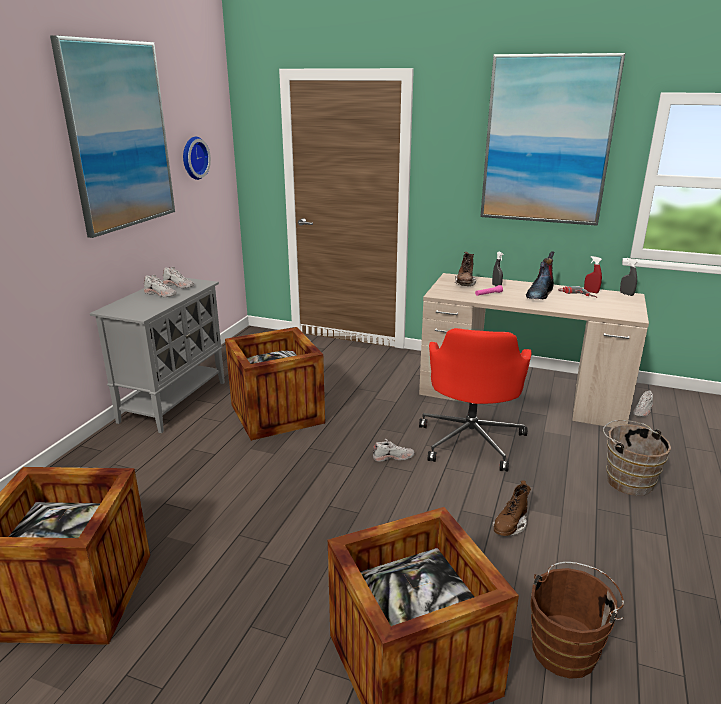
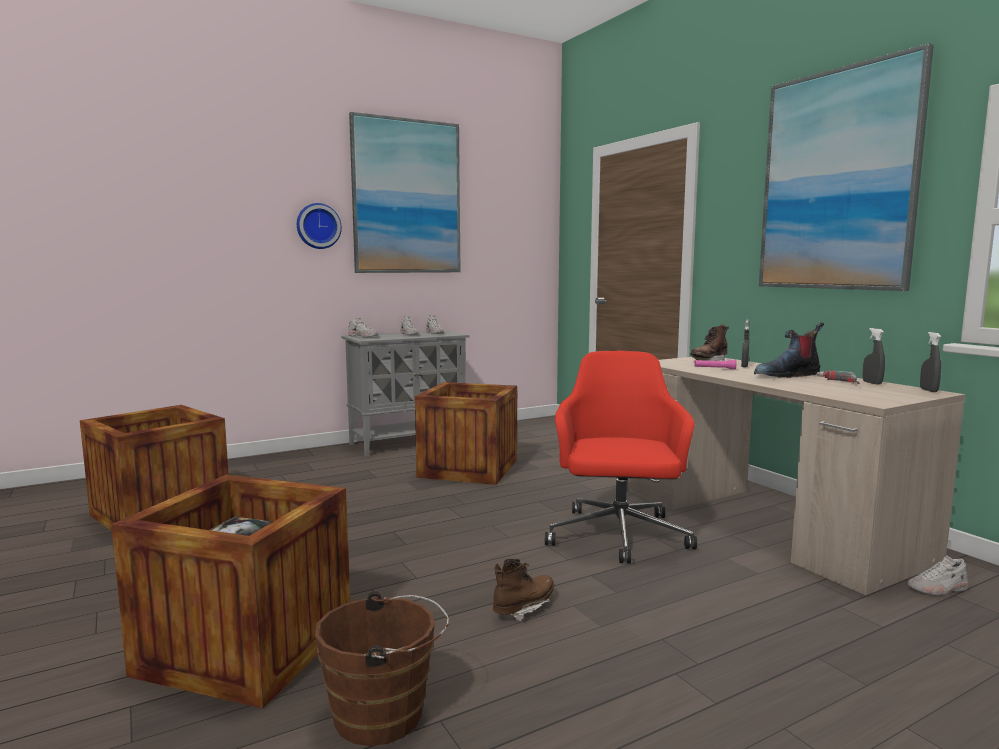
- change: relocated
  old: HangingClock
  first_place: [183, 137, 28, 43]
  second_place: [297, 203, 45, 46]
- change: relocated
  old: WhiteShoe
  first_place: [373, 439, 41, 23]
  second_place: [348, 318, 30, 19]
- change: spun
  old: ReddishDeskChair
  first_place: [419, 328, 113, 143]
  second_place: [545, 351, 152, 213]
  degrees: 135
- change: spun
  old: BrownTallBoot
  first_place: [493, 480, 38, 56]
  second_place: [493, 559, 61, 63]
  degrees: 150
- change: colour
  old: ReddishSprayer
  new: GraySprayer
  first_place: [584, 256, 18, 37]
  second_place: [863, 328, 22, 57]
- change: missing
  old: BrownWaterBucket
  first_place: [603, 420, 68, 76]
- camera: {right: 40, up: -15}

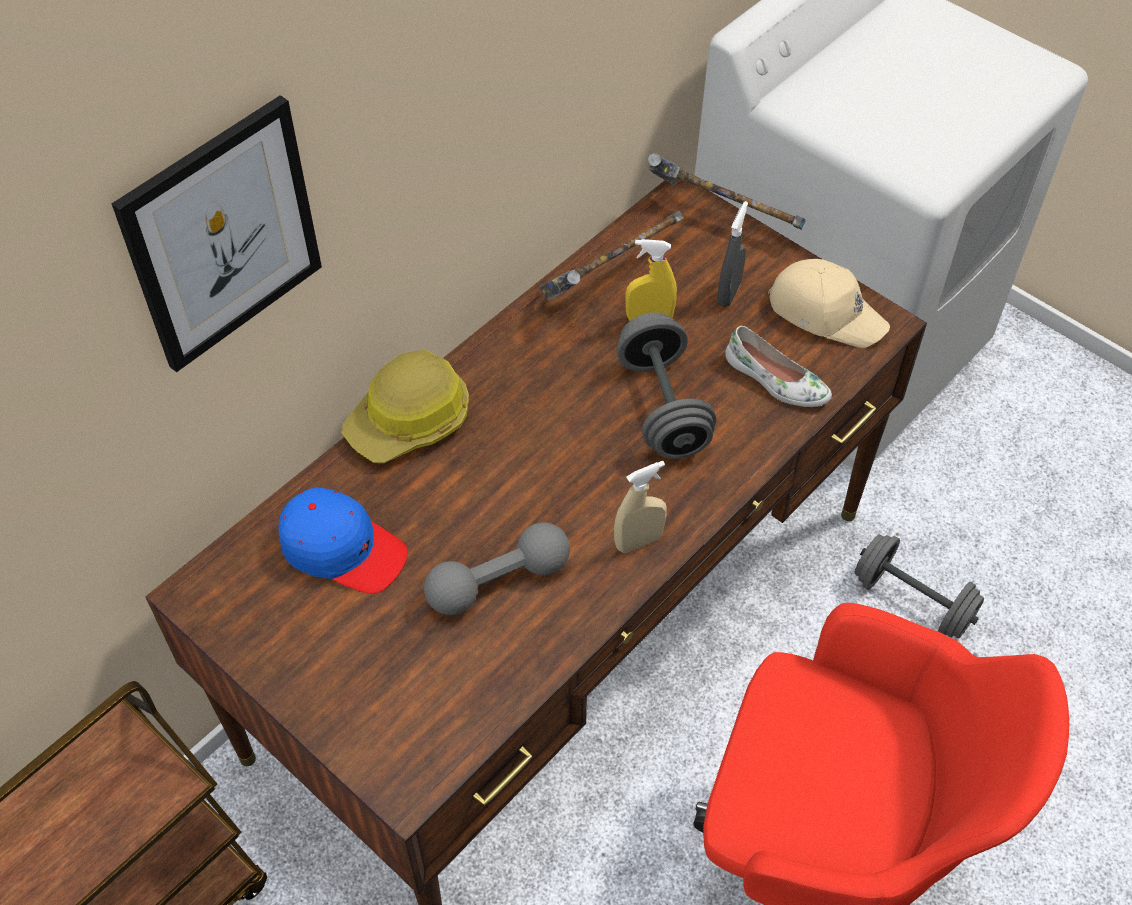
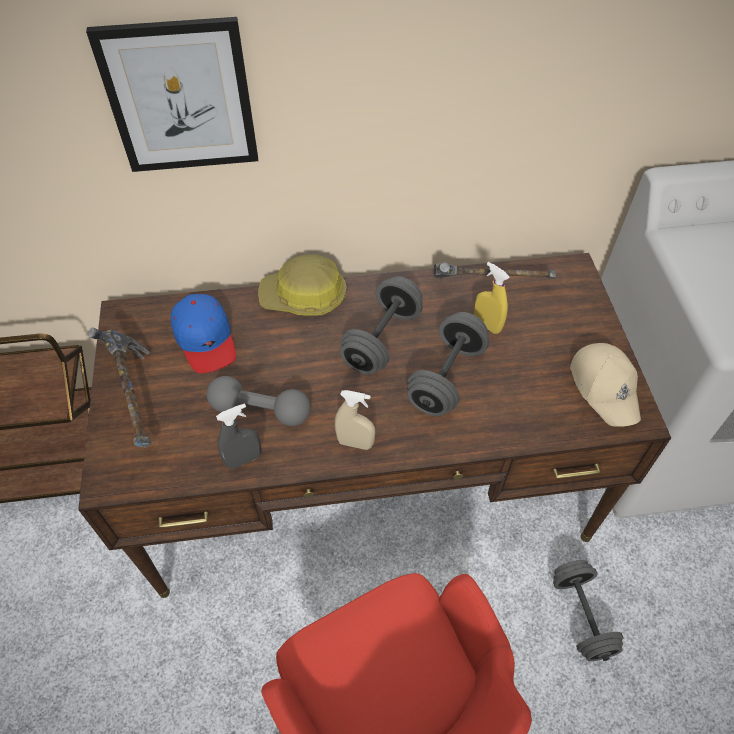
- change: relocated
  old: Hammer
  first_place: [648, 153, 158, 77]
  second_place: [88, 327, 64, 121]
- change: relocated
  old: GraySprayer
  first_place: [717, 201, 31, 106]
  second_place: [216, 403, 45, 66]
- change: missing
  old: WhiteShoe
  first_place: [725, 326, 107, 81]
- change: appeared
  new: GrayFreeWeight
  second_place: [340, 276, 83, 99]
- camera: {right: 40, up: 0}

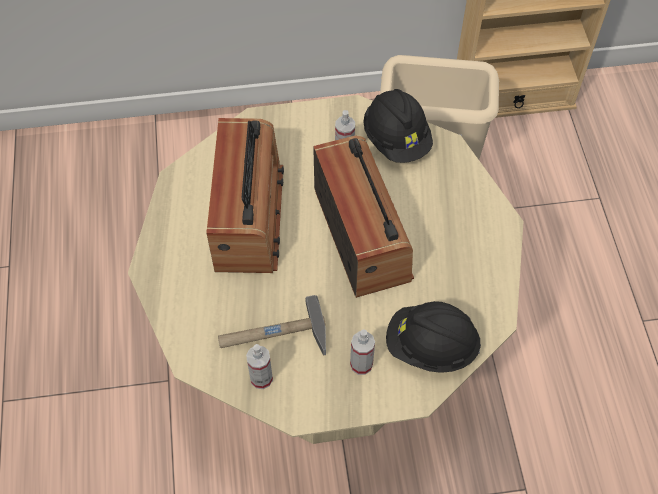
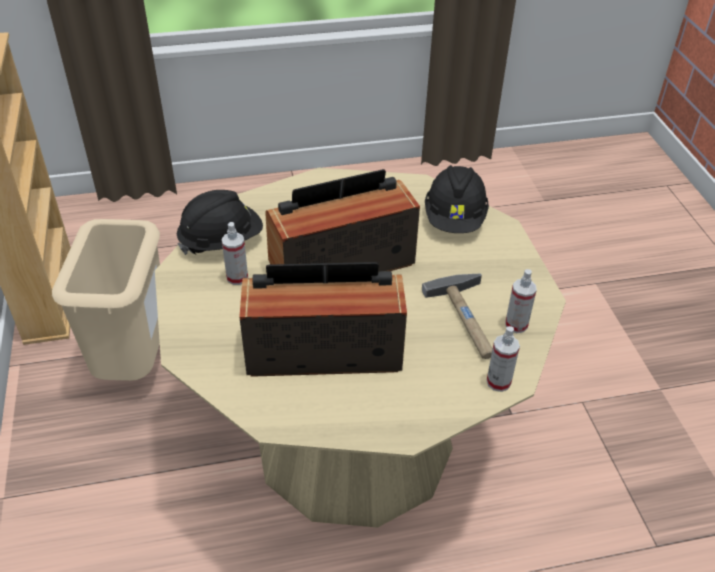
- change: relocated
  old: Sprayer
  first_place: [350, 329, 25, 46]
  second_place: [487, 326, 33, 66]
- camera: {right: -95, up: -15}

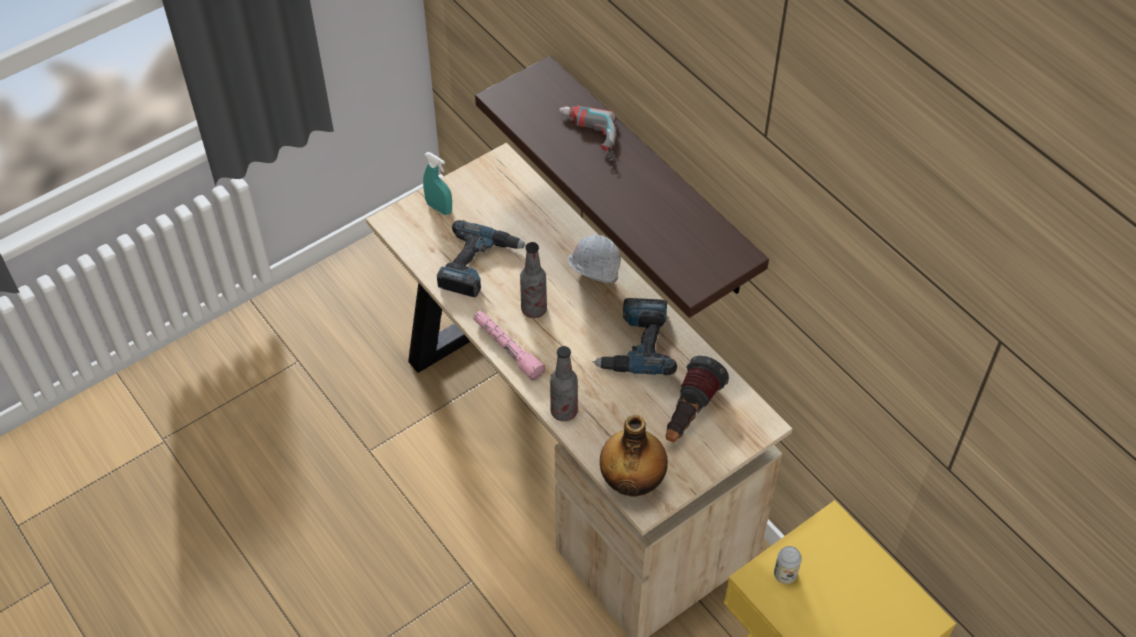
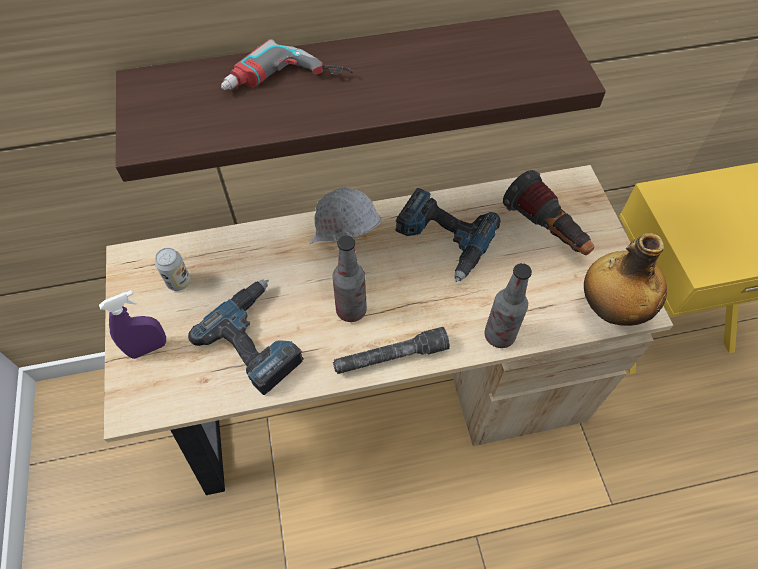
- change: colour
  old: TurquoiseSprayer
  new: PurpleColouredSprayer
  first_place: [423, 152, 29, 63]
  second_place: [99, 290, 67, 69]
- change: colour
  old: PinkTorch
  new: GrayTorch
  first_place: [473, 311, 72, 69]
  second_place: [333, 327, 117, 47]
- change: relocated
  old: SealedCan
  first_place: [774, 546, 28, 38]
  second_place: [155, 248, 36, 43]
- camera: {right: -65, up: 5}

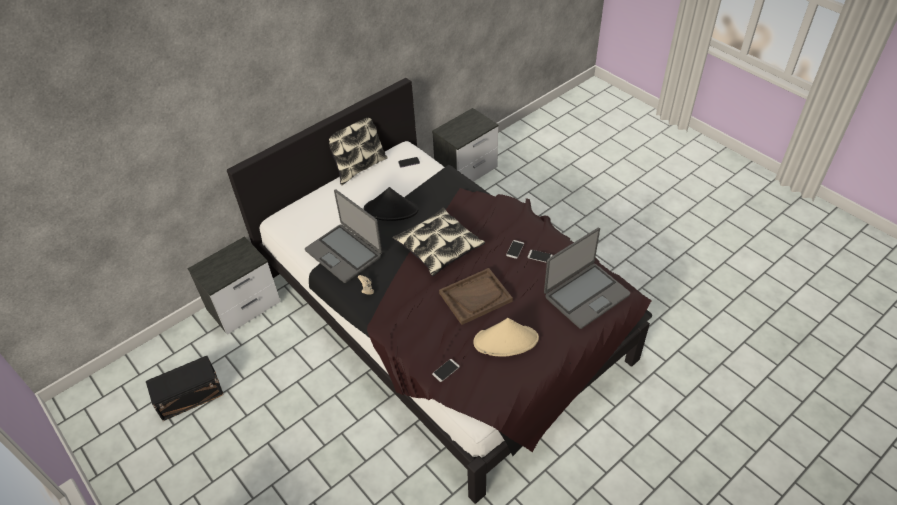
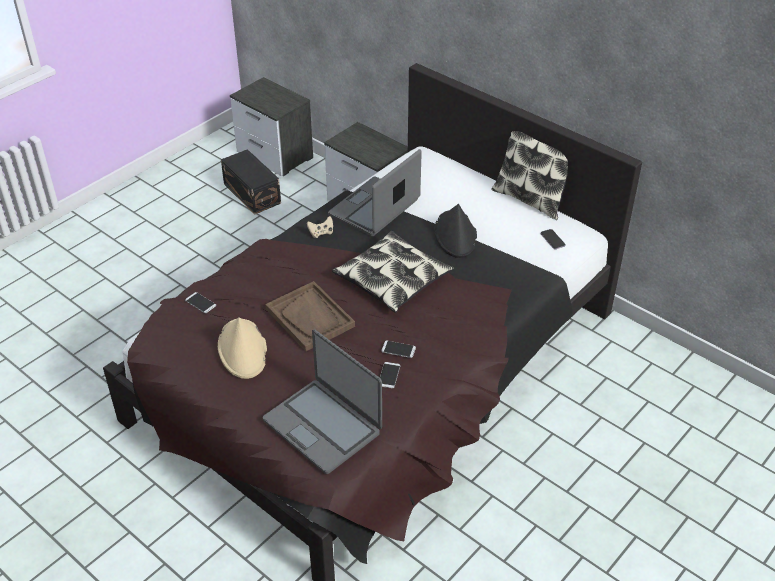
- change: relocated
  old: NightTable
  first_place: [432, 108, 67, 74]
  second_place: [230, 77, 83, 99]
- camera: {right: 80, up: -5}

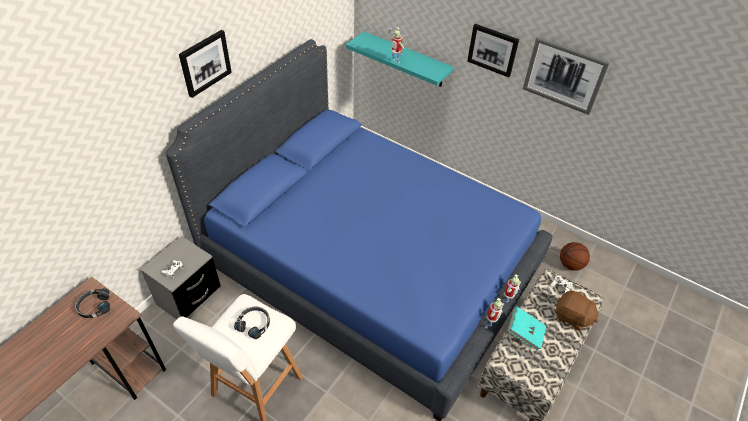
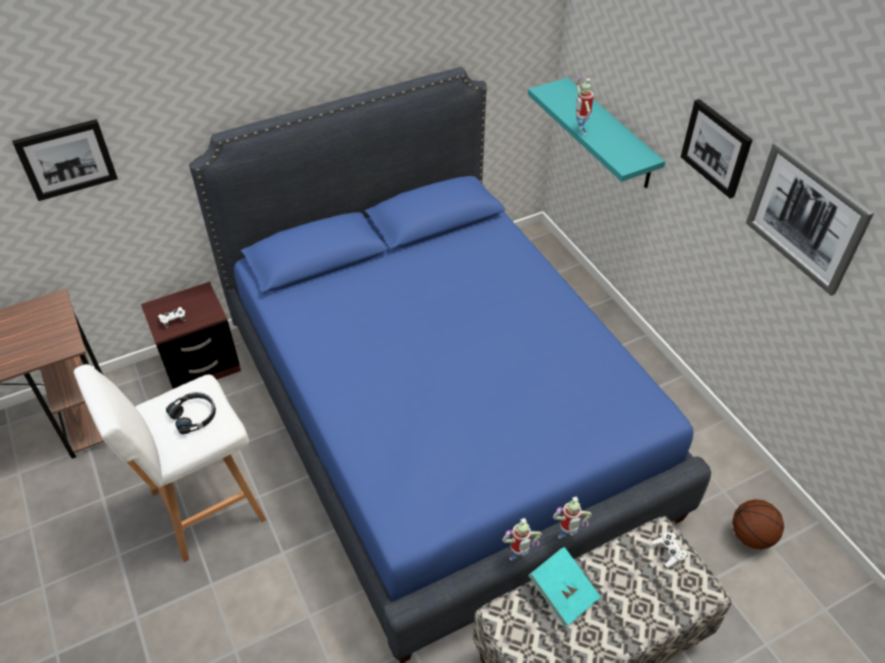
- change: missing
  old: BlackHeadset
  first_place: [75, 288, 35, 30]
- change: colour
  old: GrayNightTable
  new: BrownNightTable
  first_place: [140, 236, 81, 83]
  second_place: [141, 282, 100, 107]
- change: relocated
  old: Picture
  first_place: [179, 30, 53, 68]
  second_place: [12, 119, 106, 82]
- change: missing
  old: BrownCuddlyToy
  first_place: [556, 291, 42, 40]
- camera: {right: 30, up: 0}

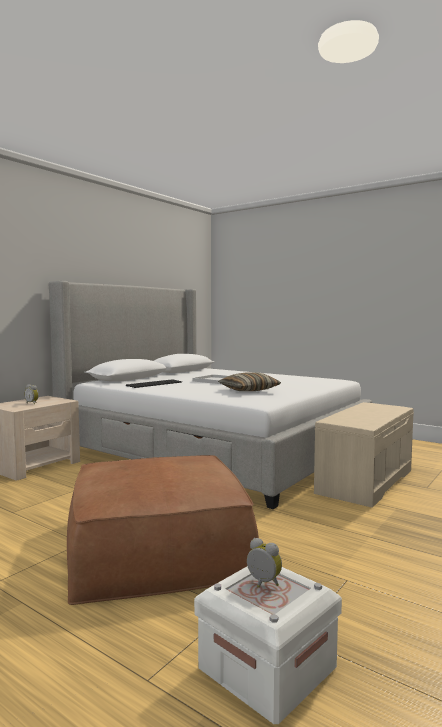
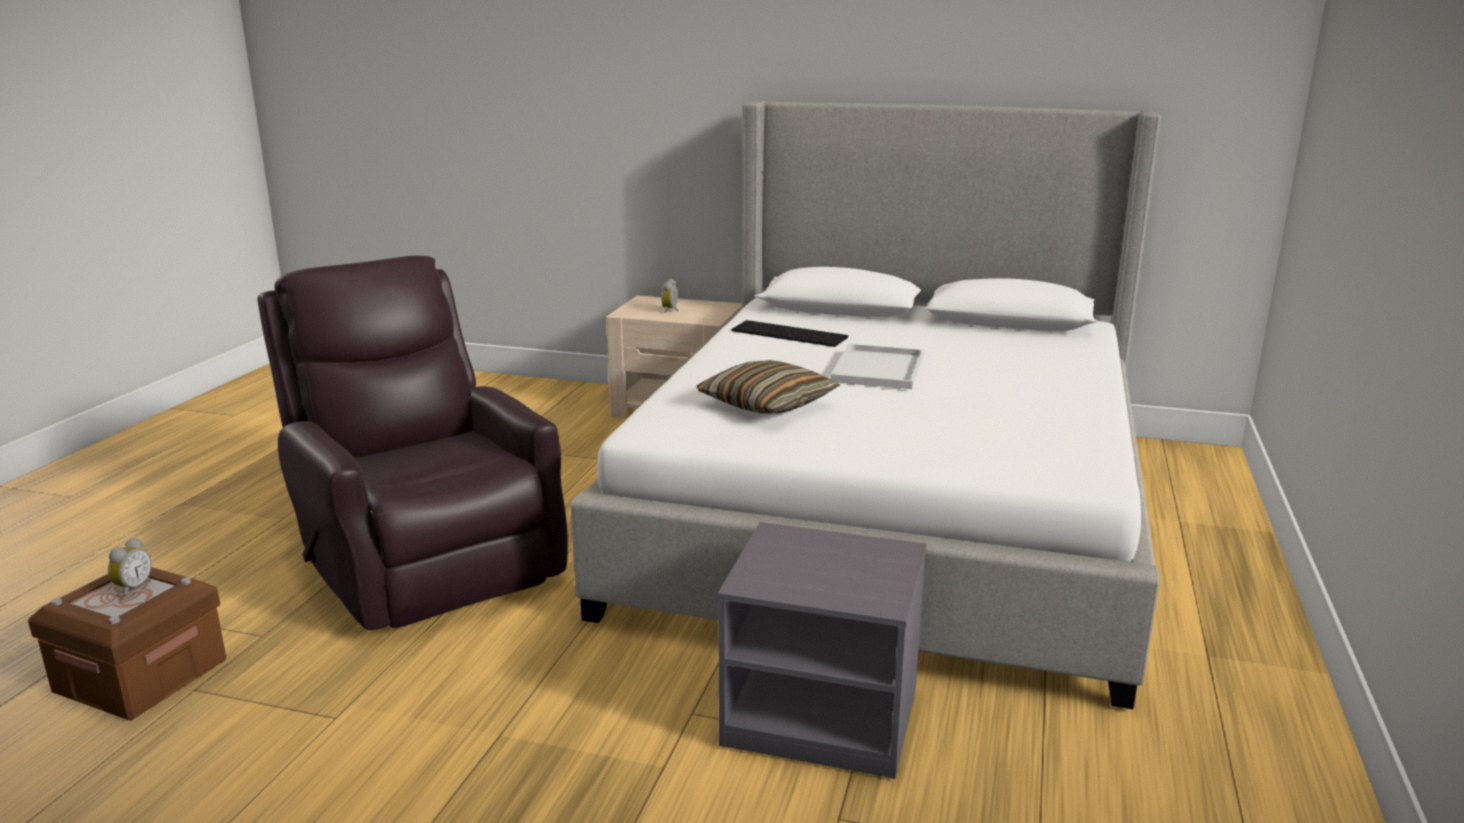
- change: exchanged
  old: BrownFootrest
  new: BrownLoungeChair
  first_place: [67, 455, 192, 150]
  second_place: [257, 256, 311, 374]
- change: colour
  old: WhiteStorageBin
  new: BrownStorageBin
  first_place: [194, 566, 148, 158]
  second_place: [28, 567, 198, 153]
- change: exchanged
  old: SandColouredIndoorBench
  new: GrayNightTable
  first_place: [314, 402, 100, 106]
  second_place: [718, 522, 209, 257]
- camera: {right: 70, up: 15}

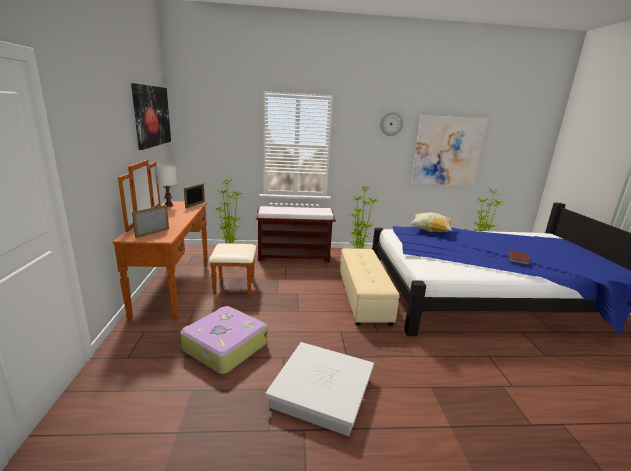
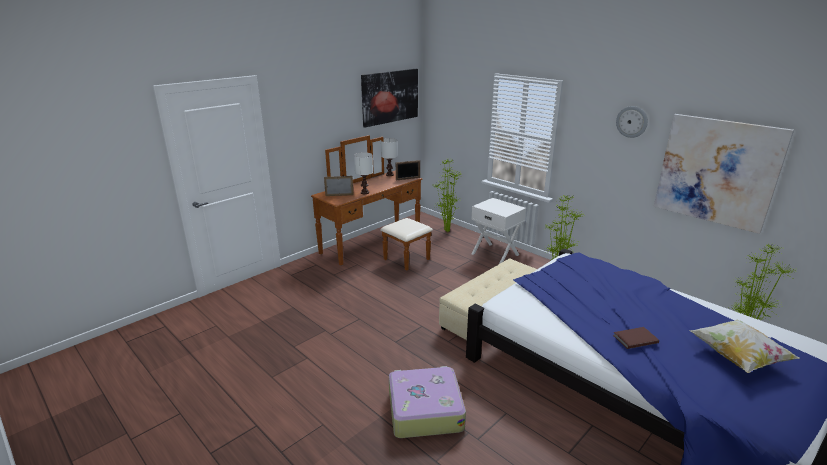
- change: relocated
  old: TravelCase
  first_place: [180, 306, 87, 68]
  second_place: [389, 366, 77, 72]
- change: exchanged
  old: BrownIndoorBench
  new: WhiteNightTable
  first_place: [256, 206, 80, 56]
  second_place: [471, 198, 55, 66]
- change: missing
  old: WhiteStorageBin
  first_place: [265, 342, 109, 94]
- change: relocated
  old: ThrowPillow
  first_place: [410, 212, 44, 20]
  second_place: [689, 319, 111, 54]
- change: appeared
  new: WhiteLampForATable
  second_place: [354, 152, 19, 42]
- camera: {right: 50, up: 5}

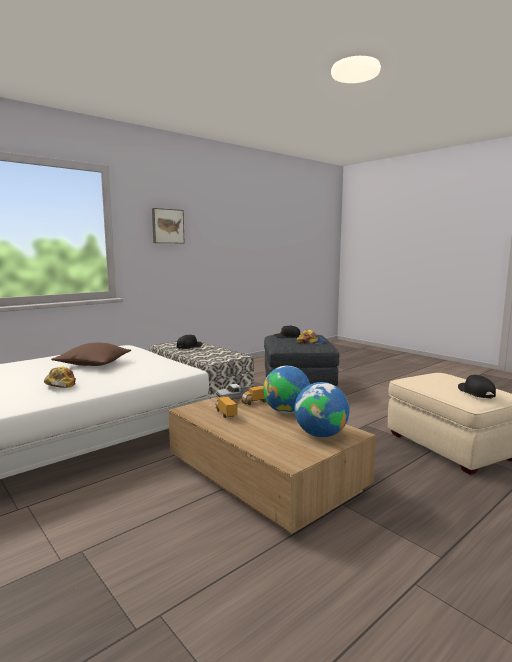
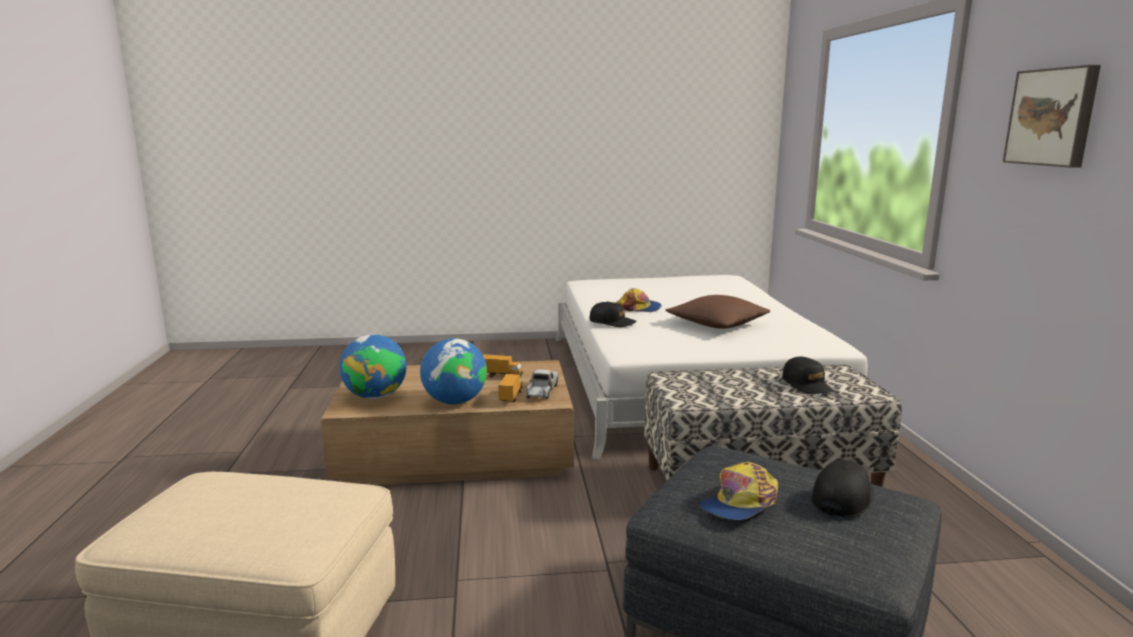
- change: relocated
  old: BlackBaseballCap
  first_place: [458, 375, 38, 24]
  second_place: [589, 302, 48, 25]
- camera: {right: 125, up: 5}

